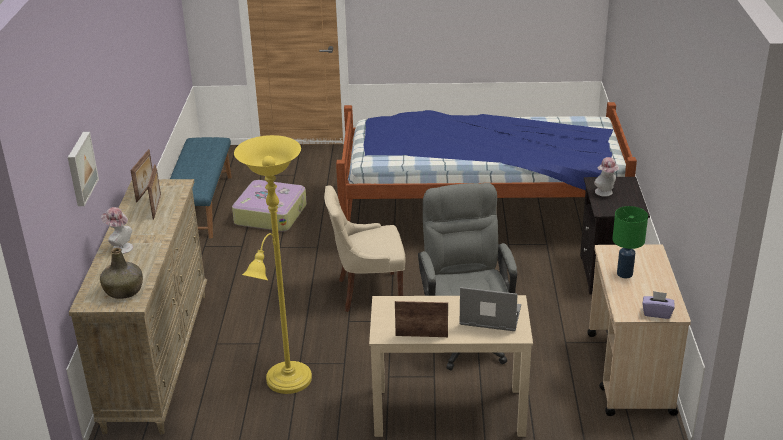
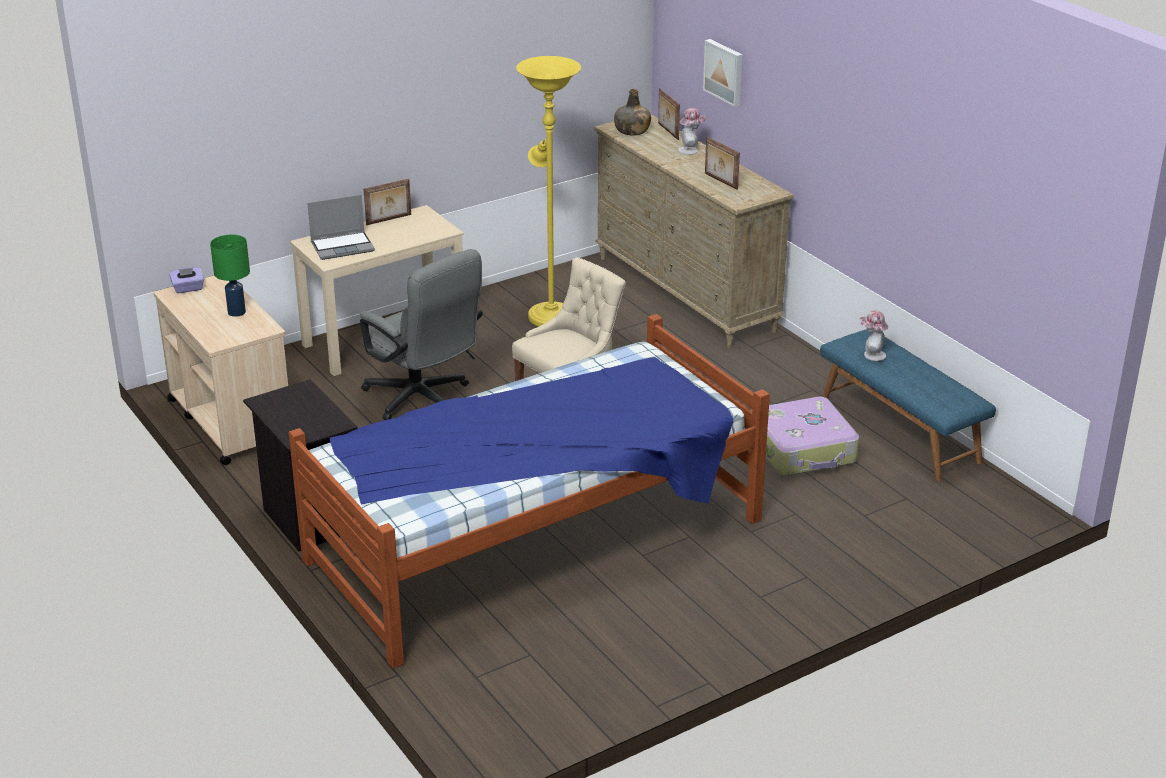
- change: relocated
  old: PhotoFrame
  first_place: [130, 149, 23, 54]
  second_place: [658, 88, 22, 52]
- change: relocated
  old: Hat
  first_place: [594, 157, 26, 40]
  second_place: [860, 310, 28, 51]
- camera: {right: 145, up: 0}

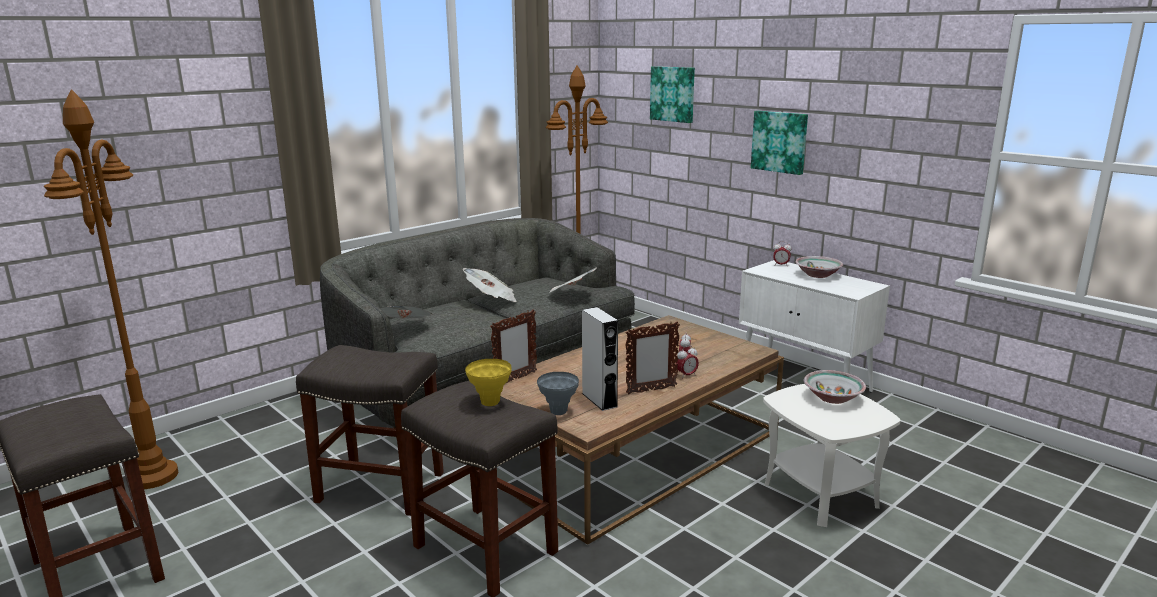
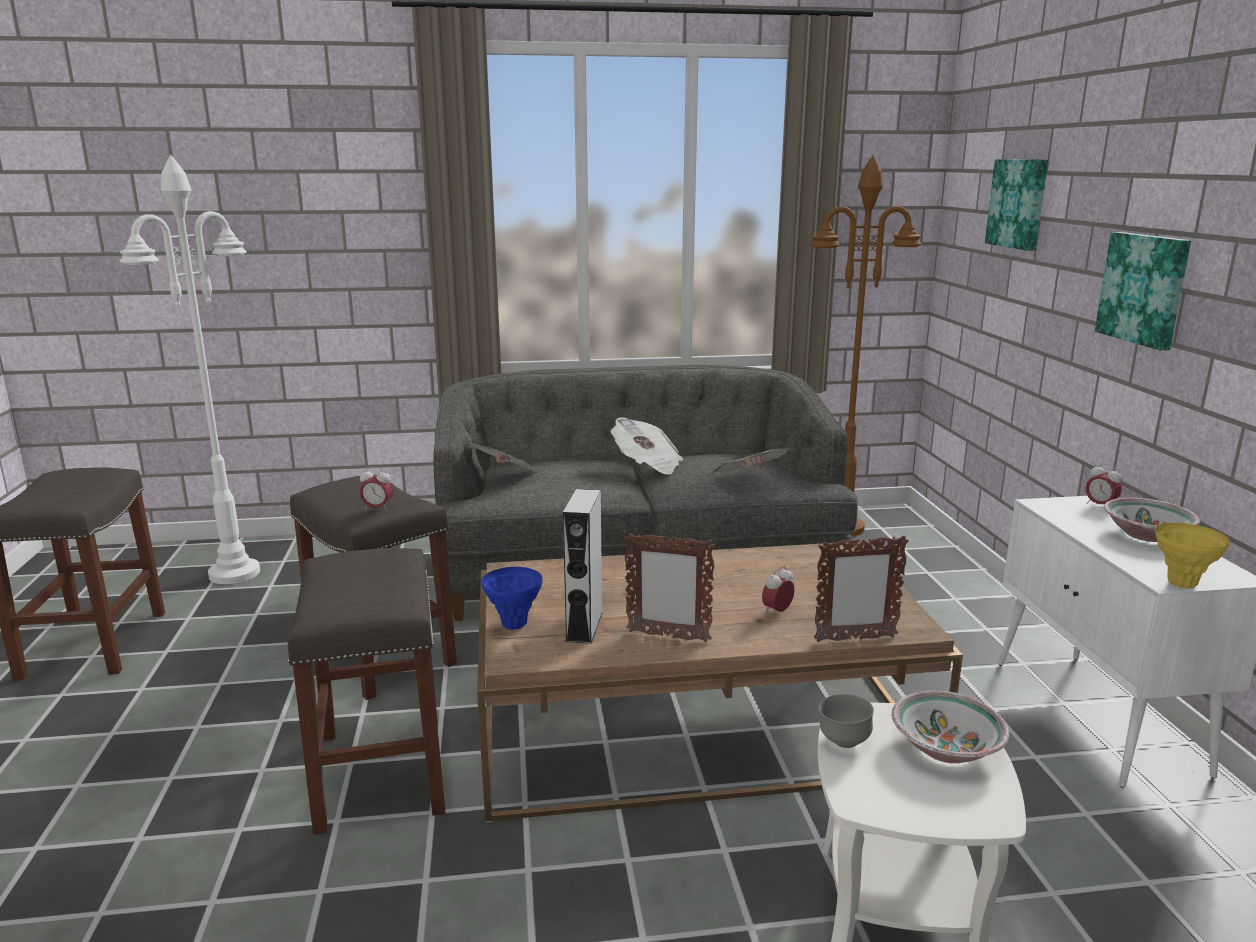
- change: colour
  old: BrownStandardLamp
  new: WhiteStandardLamp
  first_place: [44, 90, 134, 399]
  second_place: [120, 155, 140, 429]
- change: relocated
  old: YellowFlowerVase
  first_place: [465, 359, 47, 47]
  second_place: [1155, 523, 75, 66]
- change: relocated
  old: PhotoFrame
  first_place: [490, 310, 47, 73]
  second_place: [814, 535, 95, 107]
- change: colour
  old: GrayFlowerVase
  new: BlueColouredFlowerVase
  first_place: [537, 372, 42, 43]
  second_place: [481, 567, 62, 63]
- change: relocated
  old: AlarmClock
  first_place: [676, 346, 23, 33]
  second_place: [360, 467, 33, 44]
- change: appeared
  new: GrayDeepDish
  second_place: [819, 694, 55, 54]
- camera: {right: 35, up: 0}

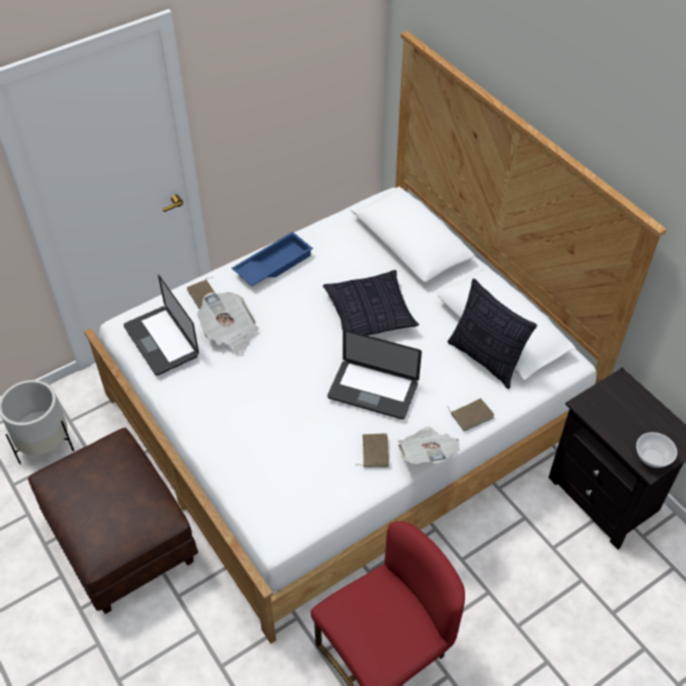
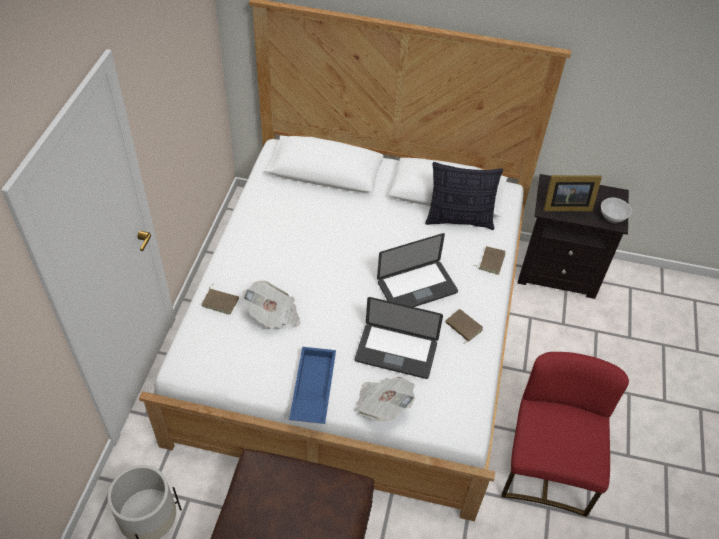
- change: relocated
  old: Laptop
  first_place: [124, 275, 75, 101]
  second_place: [355, 297, 88, 82]
- change: relocated
  old: BlueColouredTray
  first_place: [232, 232, 81, 54]
  second_place: [289, 347, 47, 77]
- change: missing
  old: ThrowPillow
  first_place: [323, 270, 96, 66]
- change: relocated
  old: DailyPaper
  first_place: [398, 427, 62, 37]
  second_place: [355, 377, 60, 44]
- change: appeared
  new: PhotoFrame
  second_place: [543, 175, 59, 36]
- camera: {right: -45, up: 0}

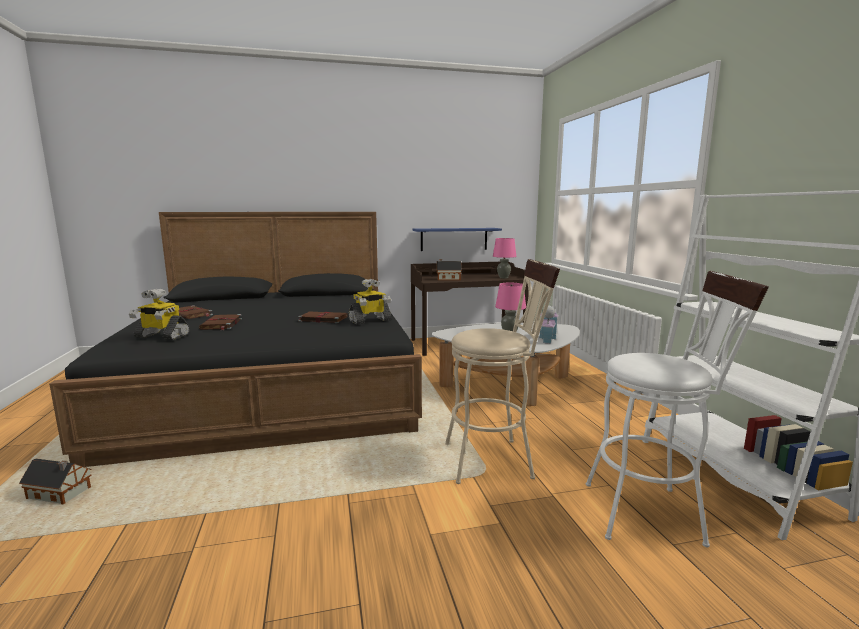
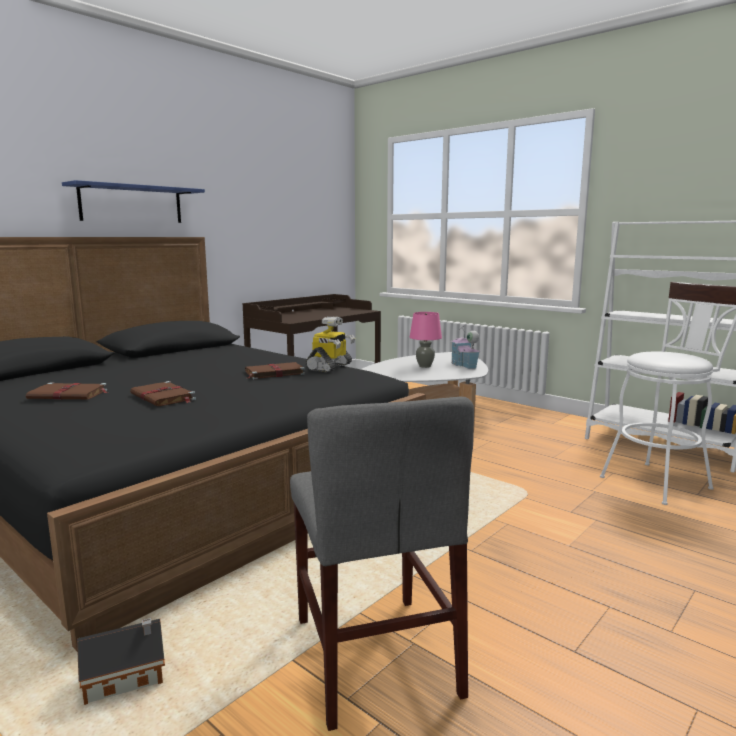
- change: missing
  old: RobotFigure
  first_place: [129, 289, 61, 51]
- change: relocated
  old: BlueColouredBracketShelf
  first_place: [412, 228, 90, 23]
  second_place: [62, 180, 143, 43]
- change: missing
  old: ModelHouse
  first_place: [437, 259, 24, 21]
- change: missing
  old: SandColouredStool
  first_place: [445, 259, 115, 225]
- change: missing
  old: PinkLampForATable
  first_place: [493, 238, 23, 40]
- change: appeared
  new: GrayChair
  second_place: [290, 397, 184, 334]
- camera: {right: -35, up: 0}

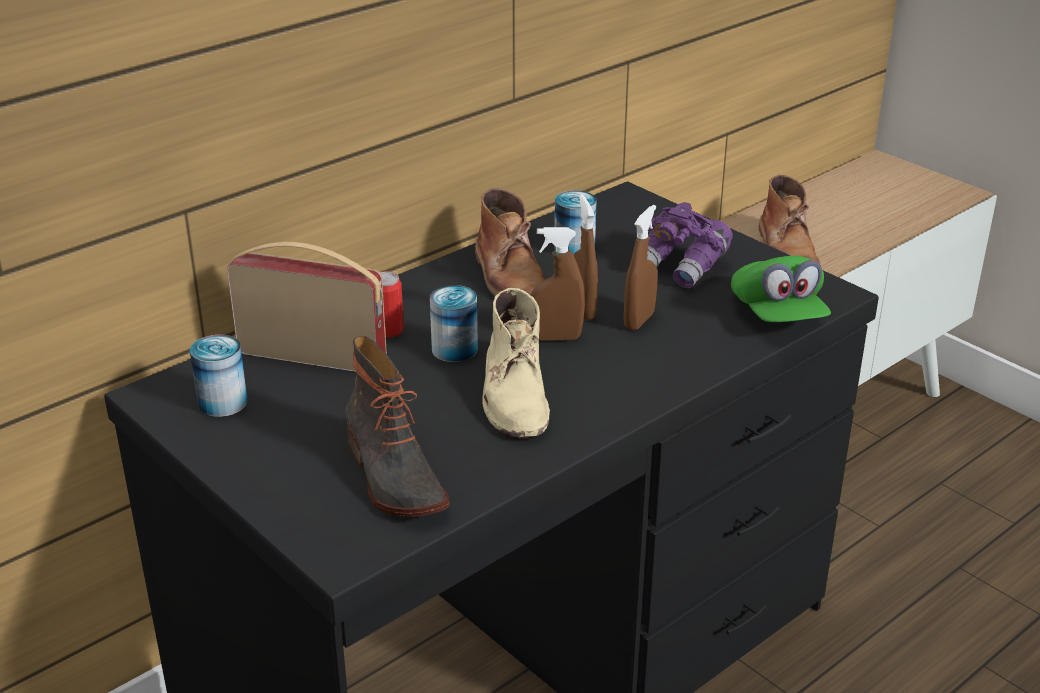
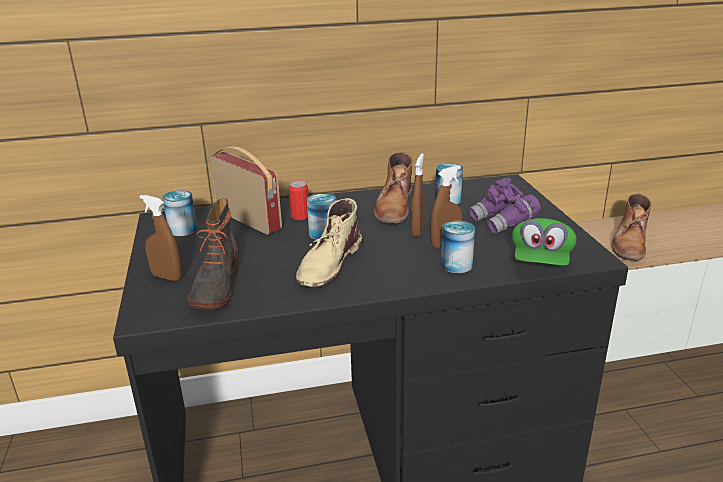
- change: relocated
  old: BrownSprayer
  first_place: [530, 227, 55, 114]
  second_place: [140, 195, 42, 86]
- change: appeared
  new: SealedCan
  second_place: [441, 221, 34, 52]
- camera: {right: 30, up: -5}

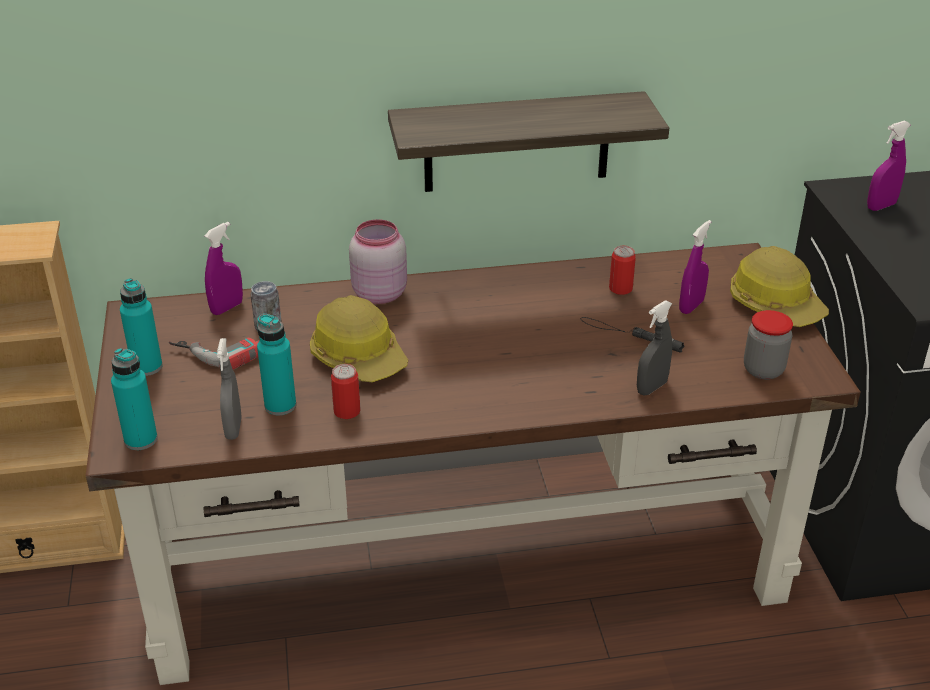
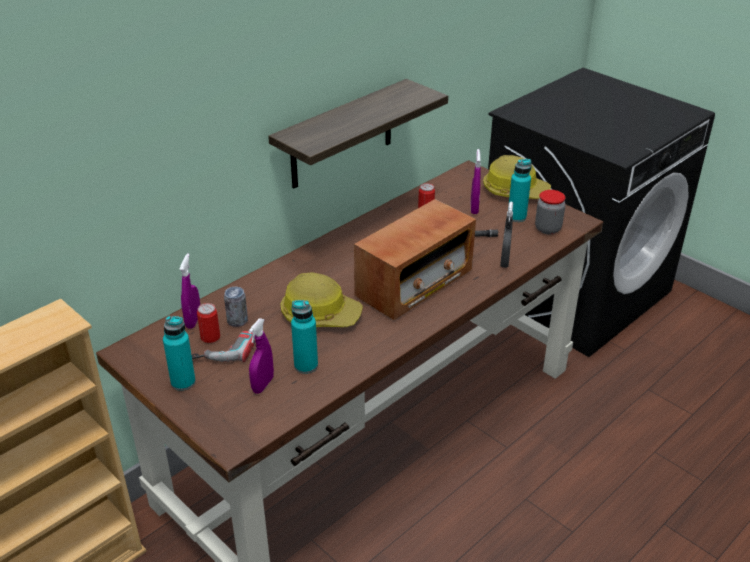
- change: relocated
  old: TurquoiseBeverageBottle
  first_place: [111, 348, 47, 102]
  second_place: [508, 159, 24, 63]
- change: missing
  old: GraySprayer
  first_place: [217, 338, 25, 102]
- change: relocated
  old: SealedCan
  first_place: [331, 364, 30, 55]
  second_place: [197, 303, 23, 40]
- change: missing
  old: PinkJar
  first_place: [349, 219, 58, 85]
- change: relocated
  old: PurpleColouredSprayer
  first_place: [867, 120, 44, 91]
  second_place: [248, 318, 26, 76]
- change: appeared
  new: Radio
  second_place: [354, 199, 122, 121]
- camera: {right: -35, up: 0}

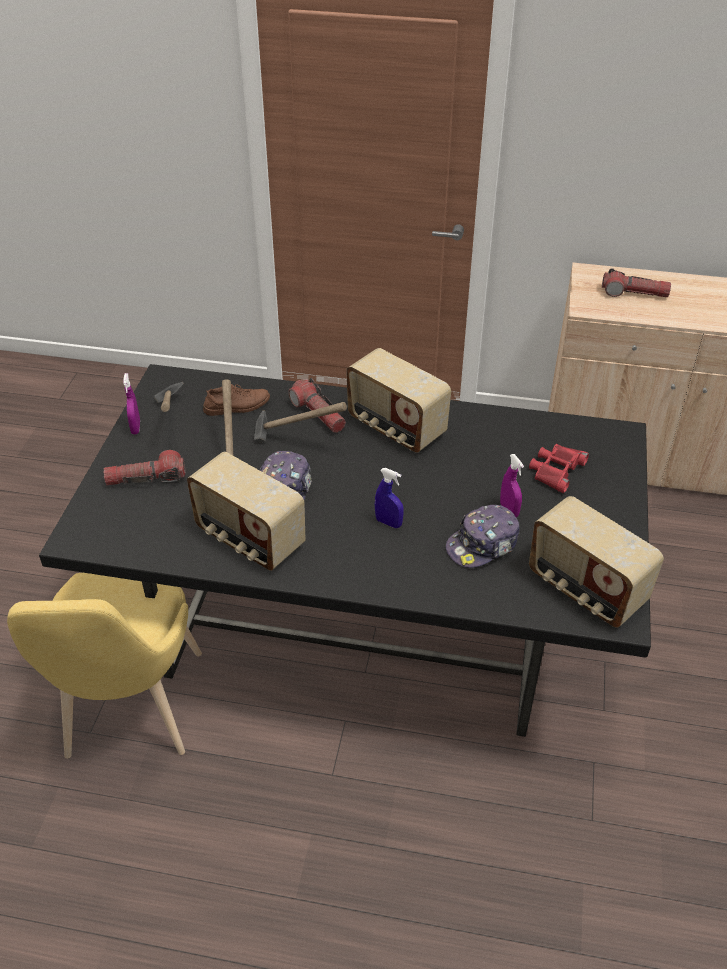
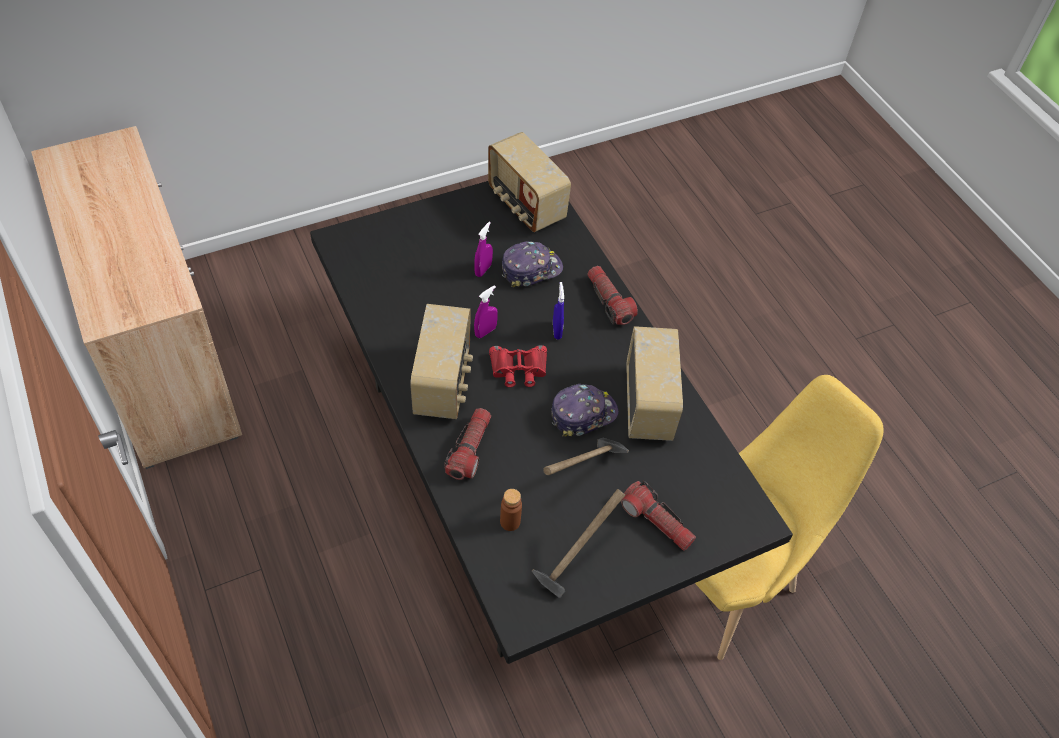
- change: relocated
  old: PurpleColouredSprayer
  first_place: [123, 373, 17, 61]
  second_place: [474, 285, 24, 53]
- change: exchanged
  old: BrownShoe
  new: BrownBeverageBottle
  first_place: [203, 384, 67, 32]
  second_place: [500, 489, 22, 42]
- change: missing
  old: Hammer
  first_place: [254, 402, 93, 41]
- change: spun
  old: BaseballCap
  first_place: [446, 505, 74, 63]
  second_place: [502, 241, 61, 47]
  degrees: -45
- change: relocated
  old: ReddishBinoculars
  first_place: [529, 444, 60, 49]
  second_place: [489, 345, 58, 42]
- change: spun
  old: Radio
  first_place: [529, 496, 135, 132]
  second_place: [488, 132, 83, 100]
  degrees: 135
- change: relocated
  old: Torch
  first_place: [602, 268, 69, 29]
  second_place: [587, 266, 51, 59]
- camera: {right: -130, up: 10}

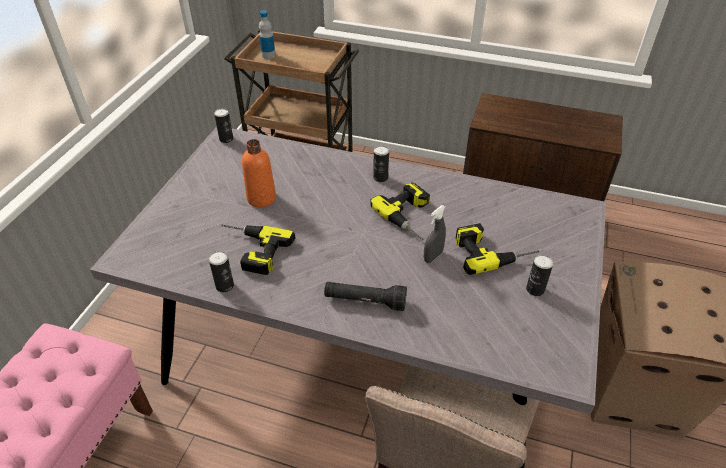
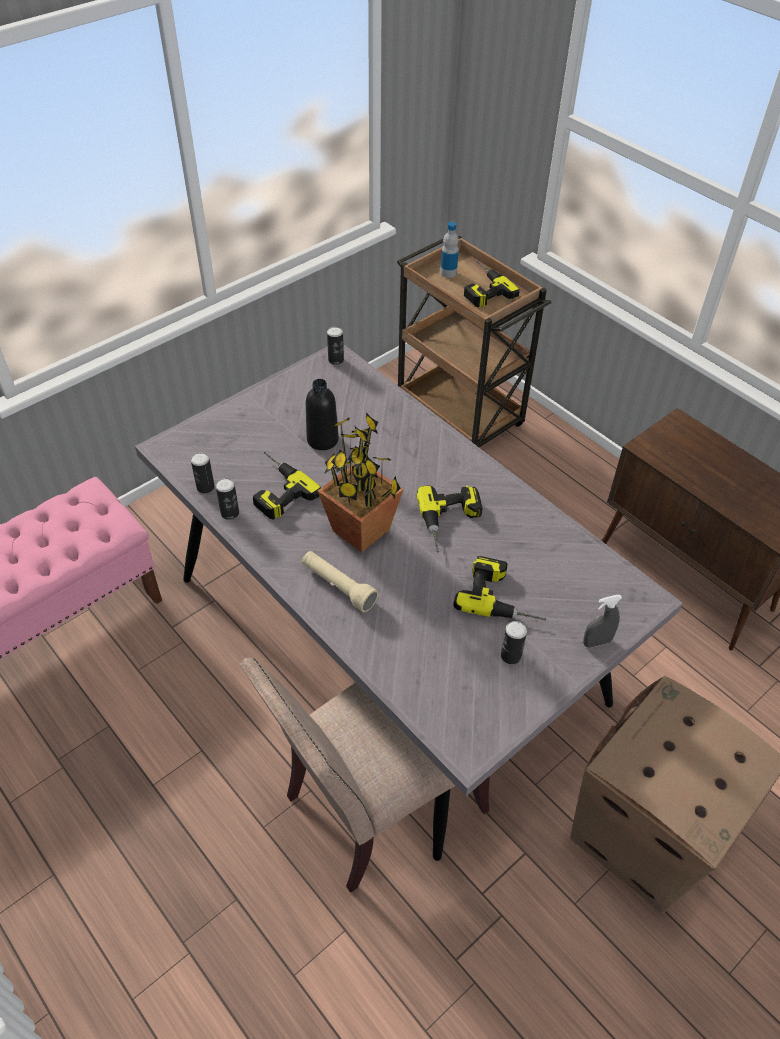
- change: colour
  old: OrangeyBeverageBottle
  new: BlackBeverageBottle
  first_place: [242, 139, 34, 69]
  second_place: [306, 379, 33, 71]
- change: colour
  old: BlackTorch
  new: SandColouredTorch
  first_place: [324, 282, 83, 29]
  second_place: [302, 551, 76, 61]
- change: relocated
  old: SealedCan
  first_place: [373, 146, 16, 36]
  second_place: [191, 452, 24, 41]
- change: relocated
  old: GraySprayer
  first_place: [424, 205, 22, 58]
  second_place: [583, 595, 39, 53]
- change: appeared
  new: Houseplant
  second_place: [318, 412, 86, 141]
- change: appeared
  new: PowerDrill
  second_place: [464, 261, 55, 46]
- camera: {right: 30, up: 5}

